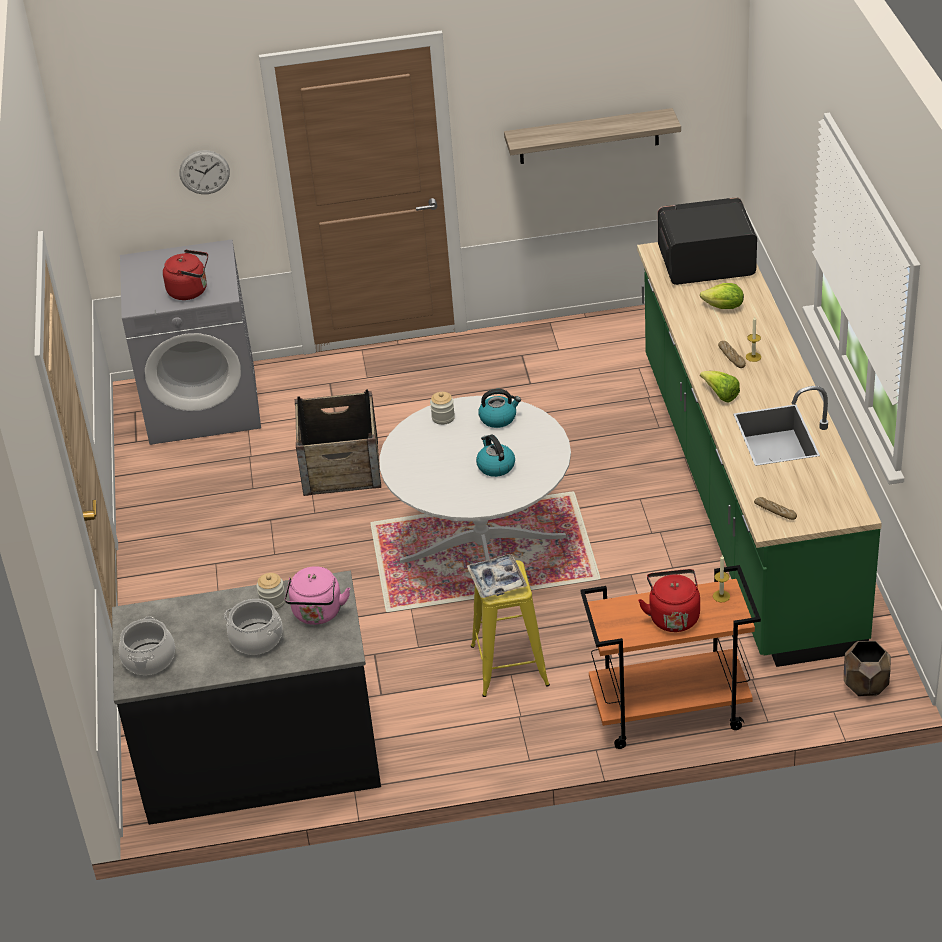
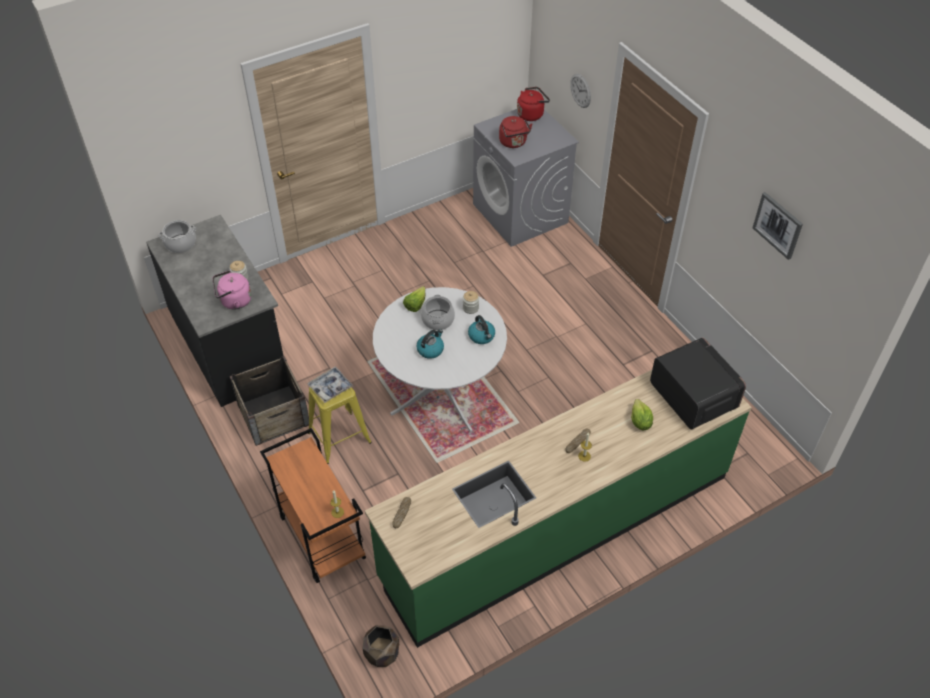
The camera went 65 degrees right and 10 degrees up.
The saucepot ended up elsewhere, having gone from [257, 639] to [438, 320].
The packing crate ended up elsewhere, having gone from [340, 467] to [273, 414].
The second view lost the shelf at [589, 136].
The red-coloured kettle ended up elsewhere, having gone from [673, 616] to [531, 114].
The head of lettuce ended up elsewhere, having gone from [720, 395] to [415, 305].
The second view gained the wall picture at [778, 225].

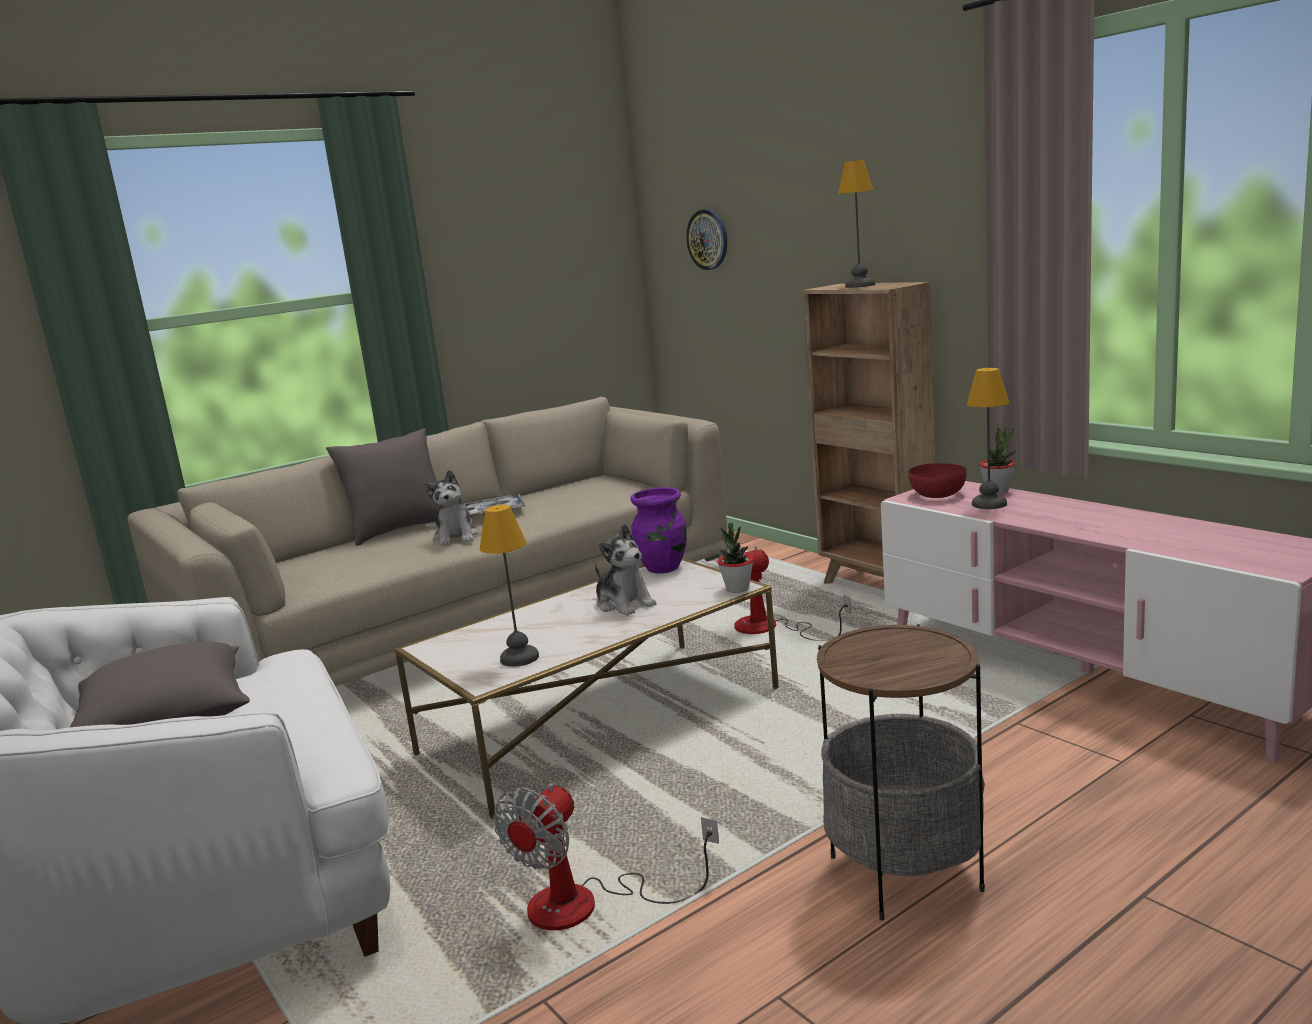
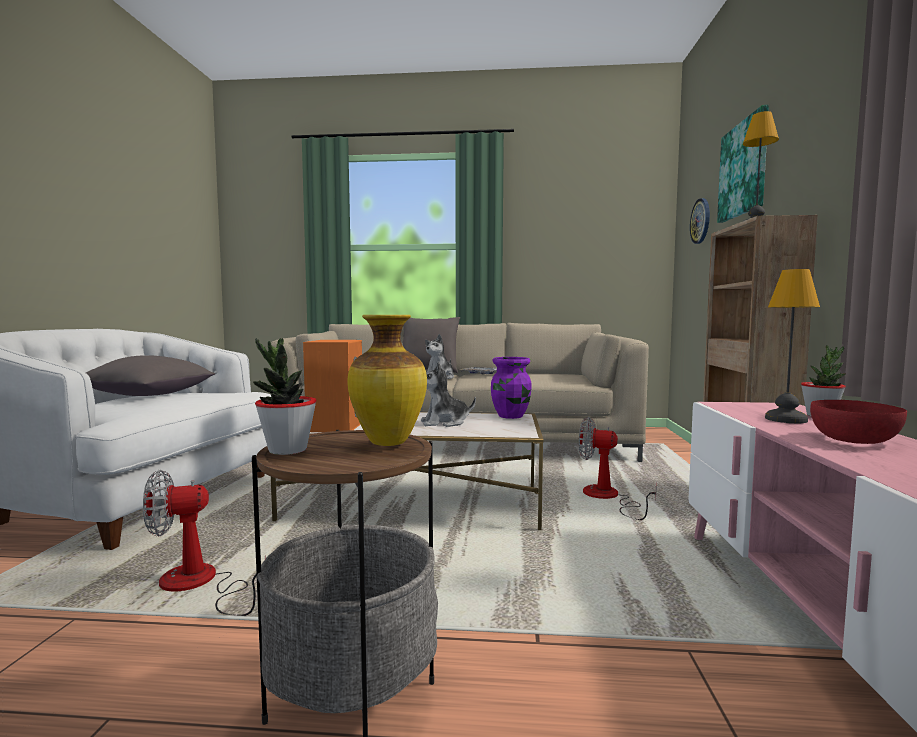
The camera went 40 degrees right and 10 degrees down.
Where the table lamp stood at [518, 658], the orangey loudspeaker came to stand at [334, 426].
The plush toy at [624, 604] ended up facing another way, 75 degrees clockwise from before.
The houseplant ended up elsewhere, having gone from [737, 589] to [287, 450].
The red-coloured serving bowl ended up elsewhere, having gone from [938, 494] to [855, 440].
The second view gained the flower vase at [389, 443].
The second view gained the wall picture at [744, 169].

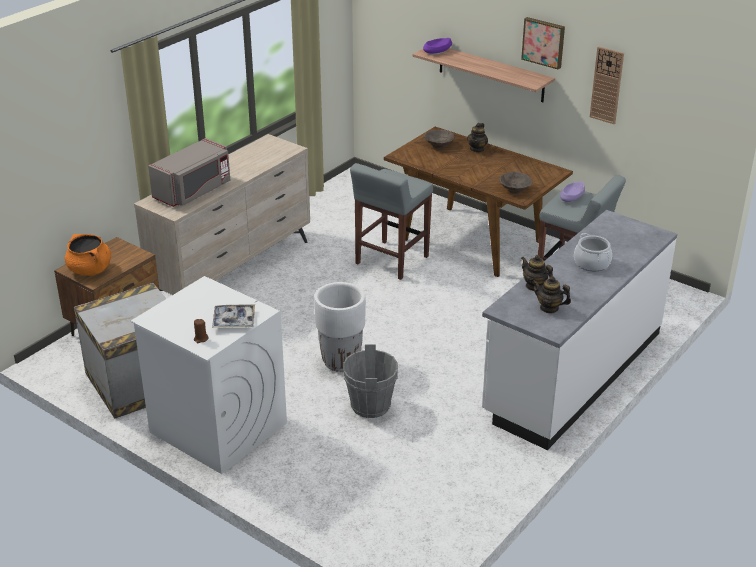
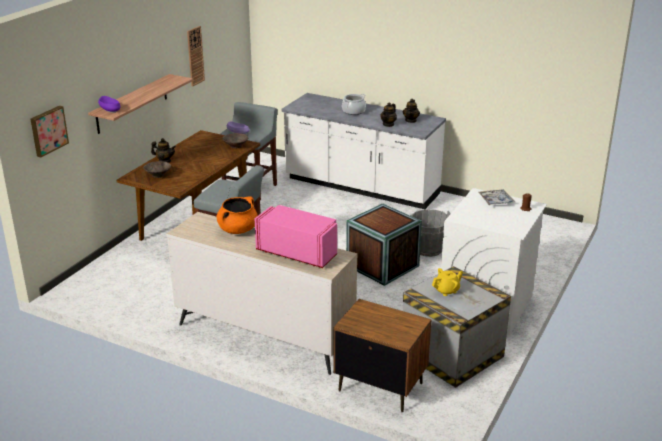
The camera went 100 degrees left and 5 degrees down.
The orangey saucepot ended up elsewhere, having gone from [90, 270] to [238, 229].
What was the grey kitchen microwave at [193, 191] turned into the pink-coloured kitchen microwave at [298, 253].
Where the white plant pot stood at [341, 361], the packing crate came to stand at [382, 266].
The wall picture ended up elsewhere, having gone from [544, 42] to [48, 130].
The second view gained the yellow-coloured pot for tea at [447, 290].

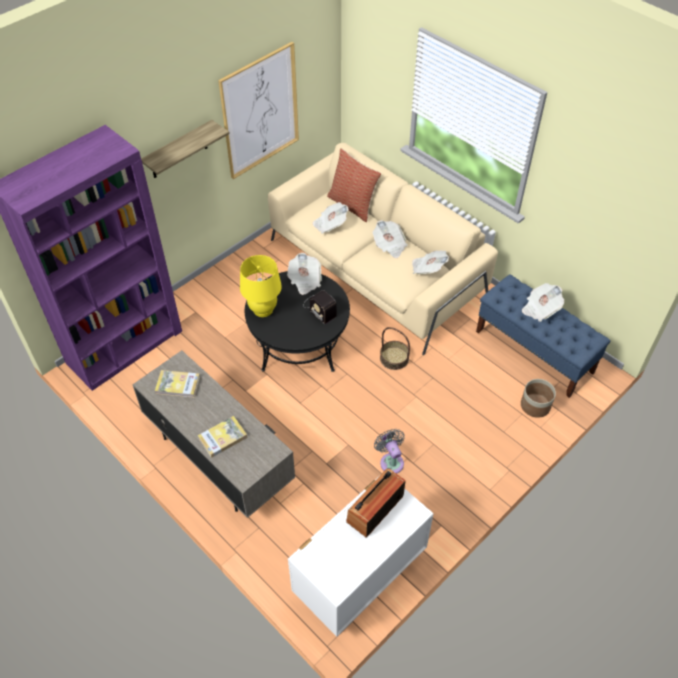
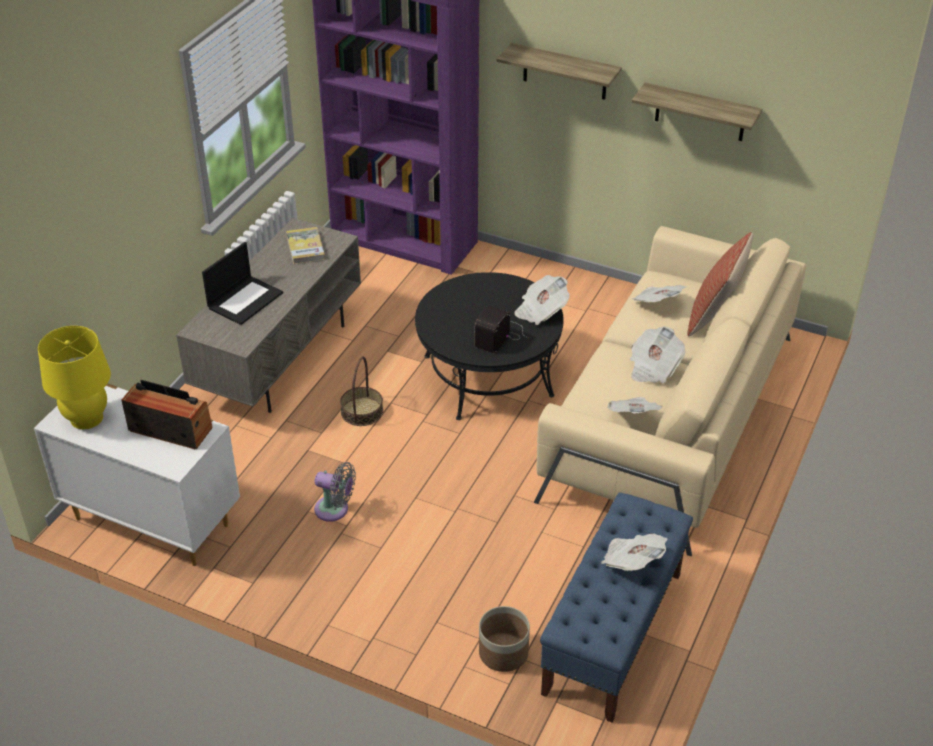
The camera went 70 degrees right and 10 degrees down.
Where the volume stood at [222, 438], the notebook computer came to stand at [245, 300].
Where the wall picture hung at [260, 111], the shelf came to hang at [700, 112].
The yellow-coloured table lamp ended up elsewhere, having gone from [263, 309] to [86, 418].
The grey cooling fan at [390, 461] ended up facing another way, 60 degrees clockwise from before.
The household basket ended up elsewhere, having gone from [394, 358] to [361, 411].

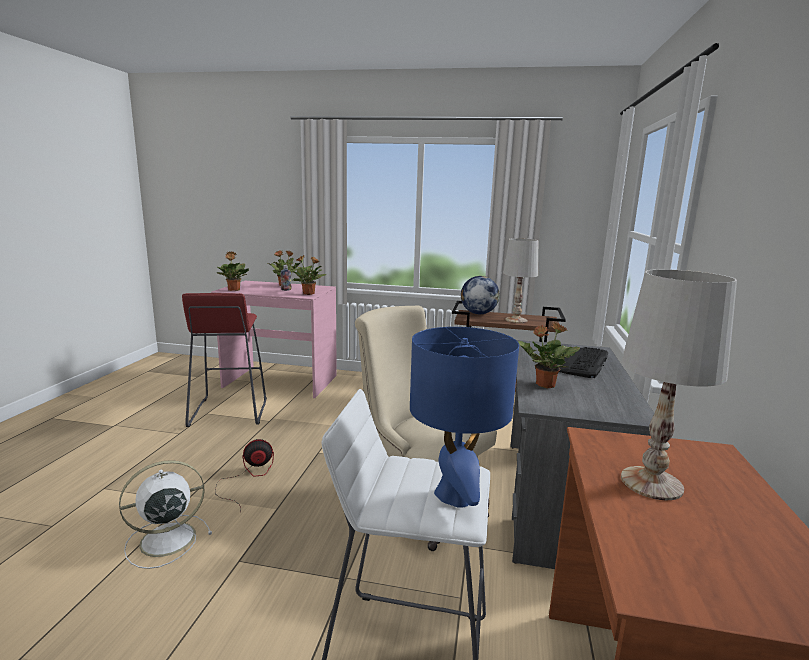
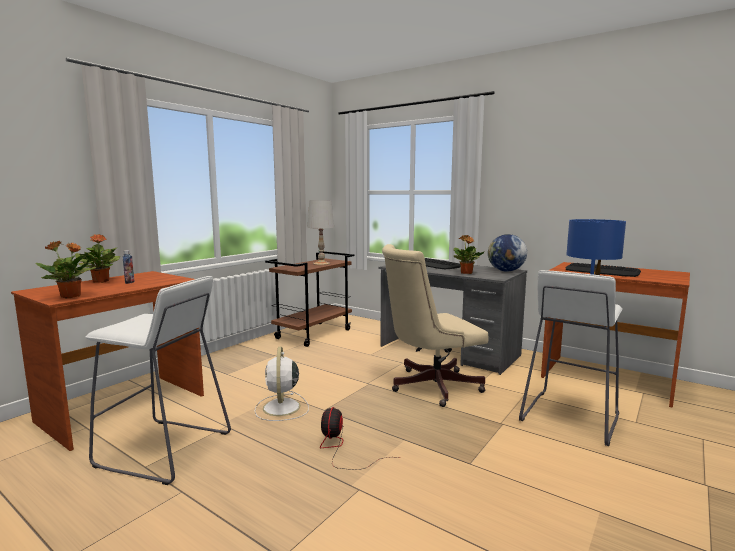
The camera went 65 degrees left and 5 degrees down.
The white cooling fan ended up elsewhere, having gone from [165, 540] to [281, 408].
What was the red-coloured stool at [228, 412] turned into the white stool at [164, 450].
What was the pink-coloured desk at [280, 382] turned into the brownish desk at [124, 409].
The second view lost the houseplant at [309, 294].
The globe ended up elsewhere, having gone from [478, 313] to [505, 271].
Where the white table lamp stood at [652, 483], the keyboard came to stand at [601, 271].

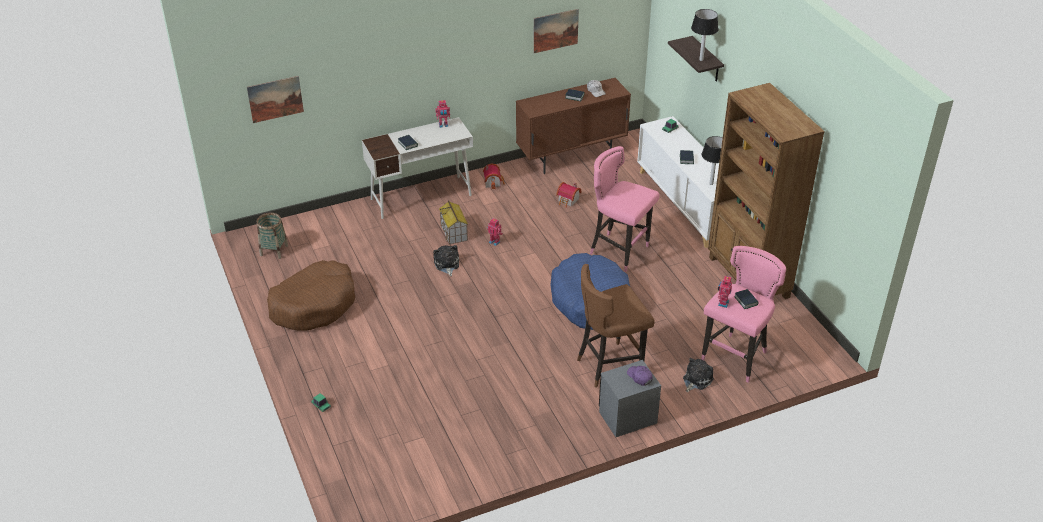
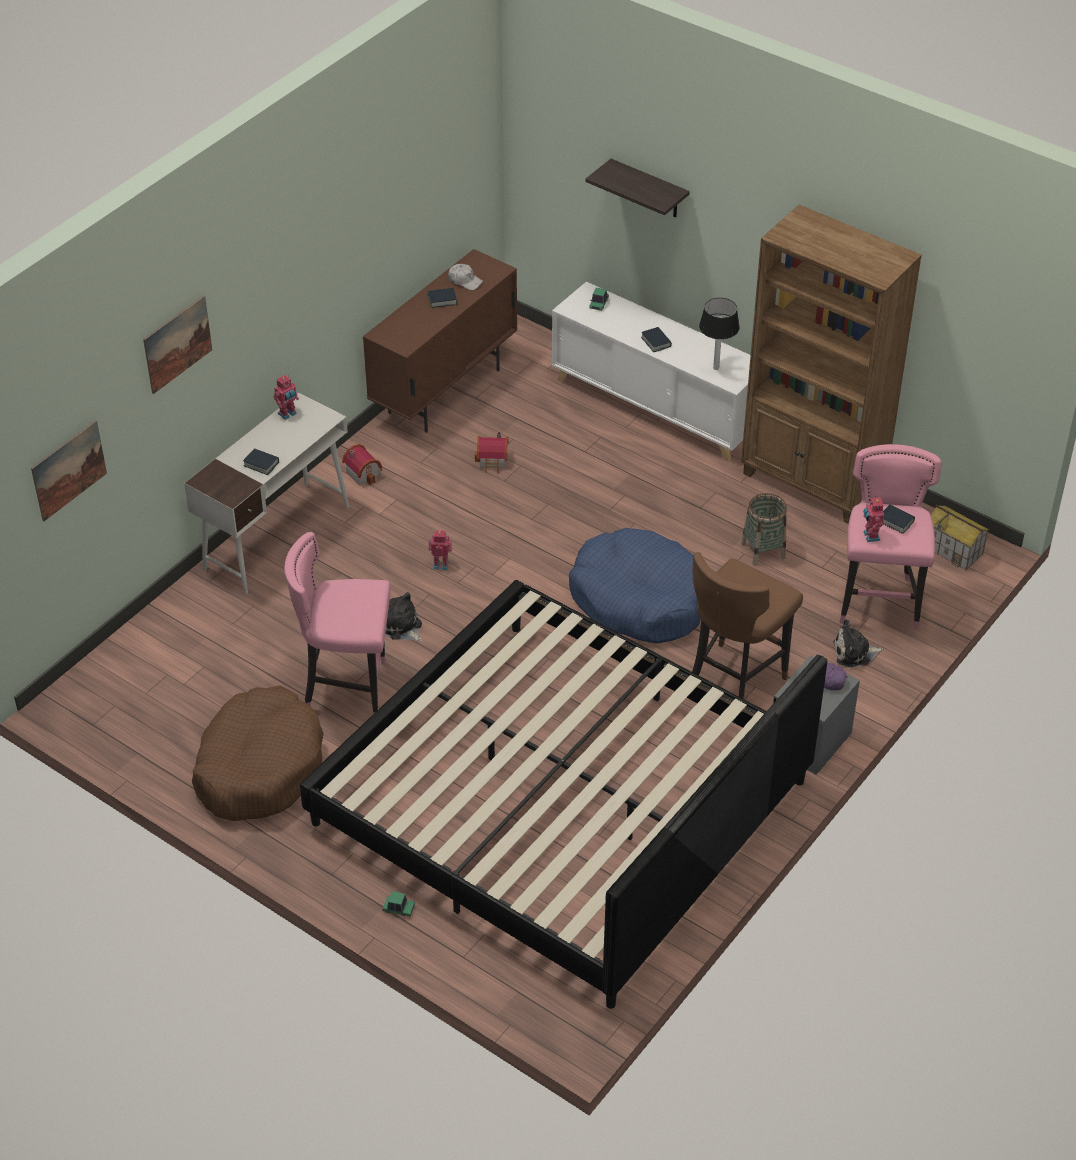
The camera went 30 degrees left and 5 degrees up.
The household basket ended up elsewhere, having gone from [274, 250] to [763, 550].
The toy house ended up elsewhere, having gone from [454, 233] to [953, 550].
The wall picture ended up elsewhere, having gone from [555, 30] to [177, 344].
The pink-coloured stool ended up elsewhere, having gone from [619, 251] to [347, 689].
The plush toy at [696, 380] ended up facing another way, 105 degrees counterclockwise from before.
The second view lost the table lamp at [701, 60].
The second view gained the sleeping bed at [560, 803].

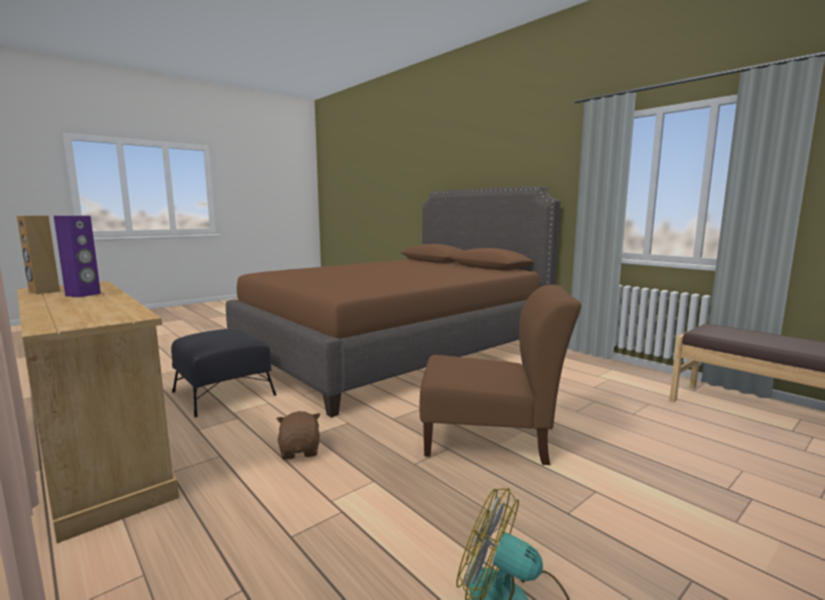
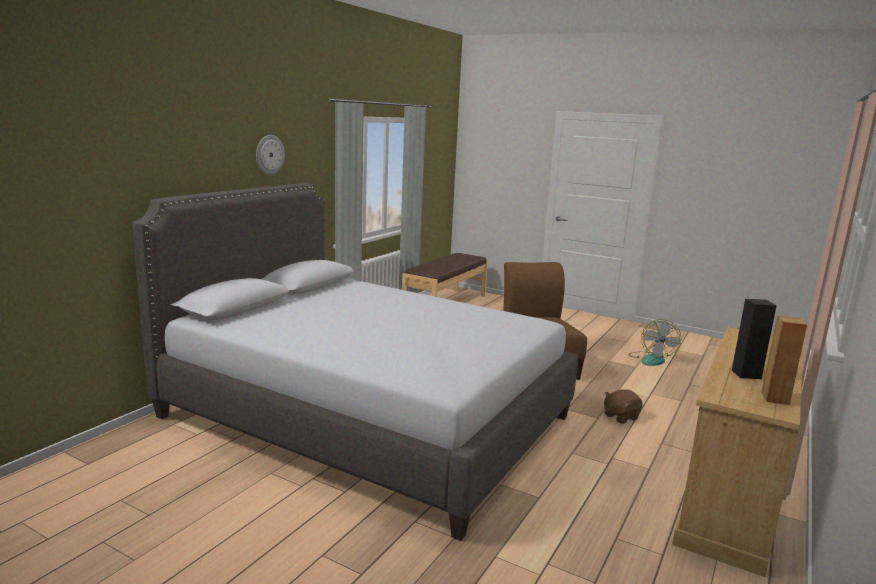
The camera went 110 degrees left and 5 degrees up.
What was the purplish loudspeaker at [83, 294] turned into the blackish loudspeaker at [746, 374].
The second view lost the blackish footrest at [223, 394].
What was the brownish sleeping bed at [395, 350] turned into the grey sleeping bed at [366, 417].
The second view gained the wall clock at [269, 154].

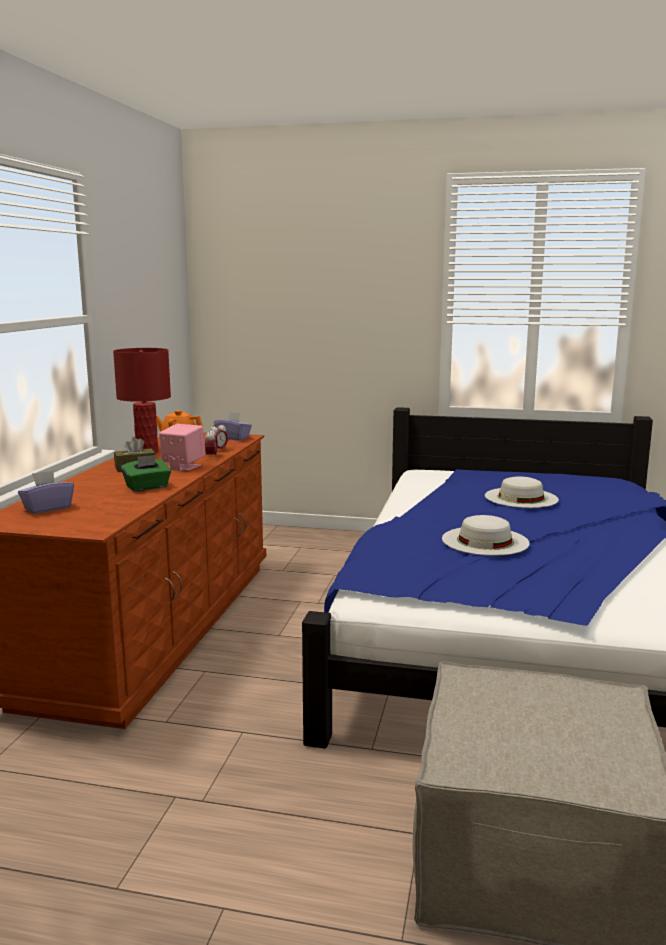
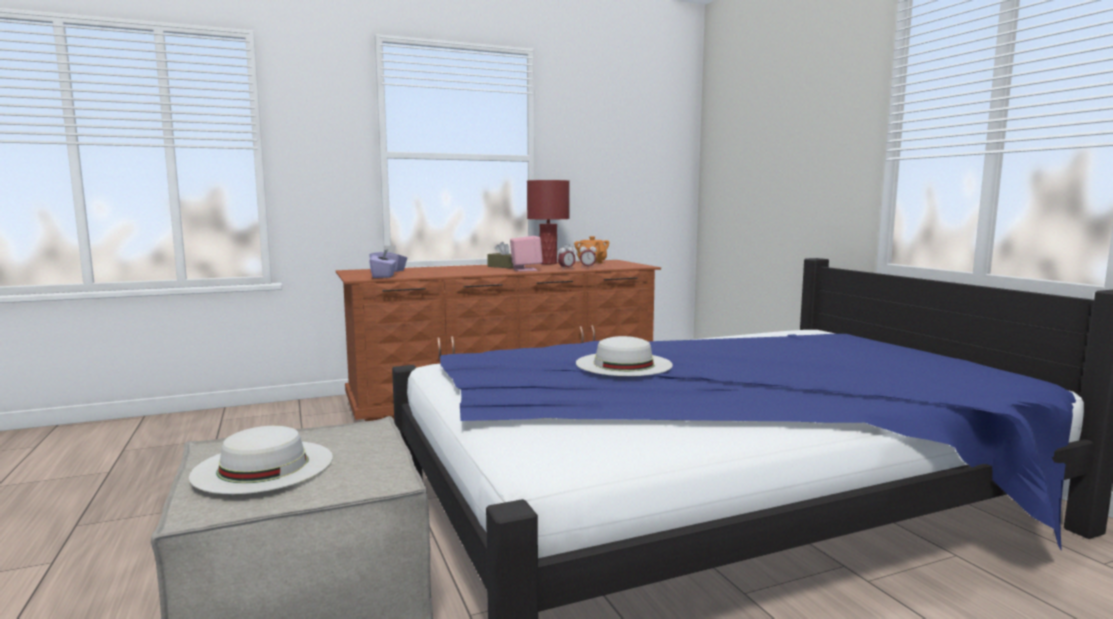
The camera went 55 degrees right and 5 degrees down.
The second view lost the greenish tissue holder at [147, 487].
The purplish tissue holder ended up elsewhere, having gone from [233, 438] to [384, 276].
The white clothing hat ended up elsewhere, having gone from [521, 497] to [263, 466].

